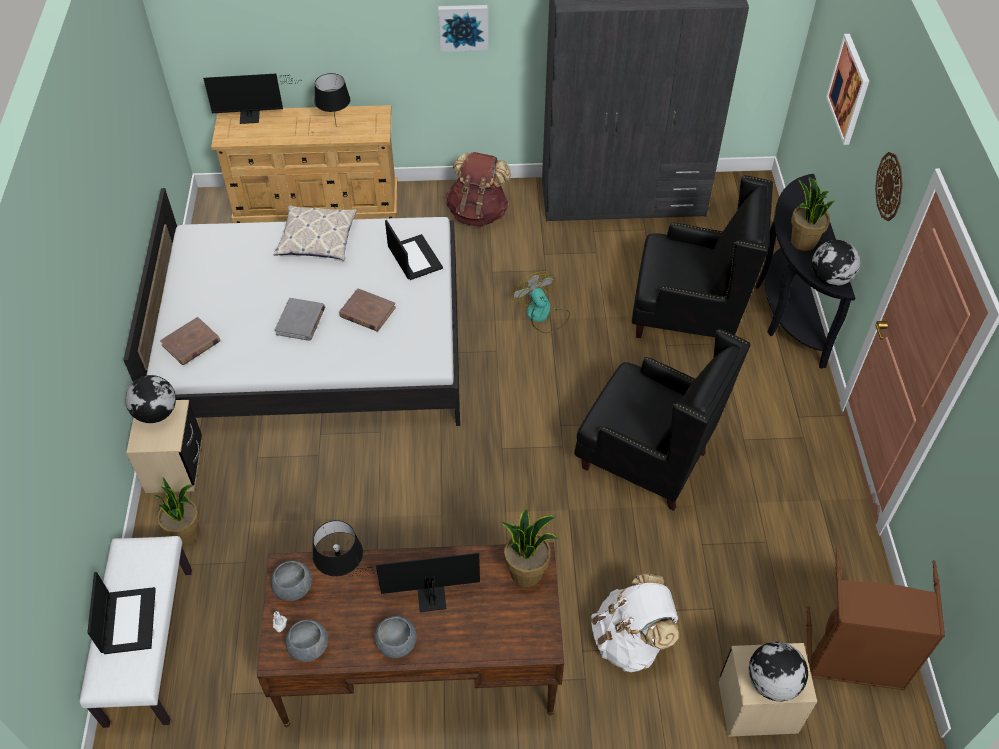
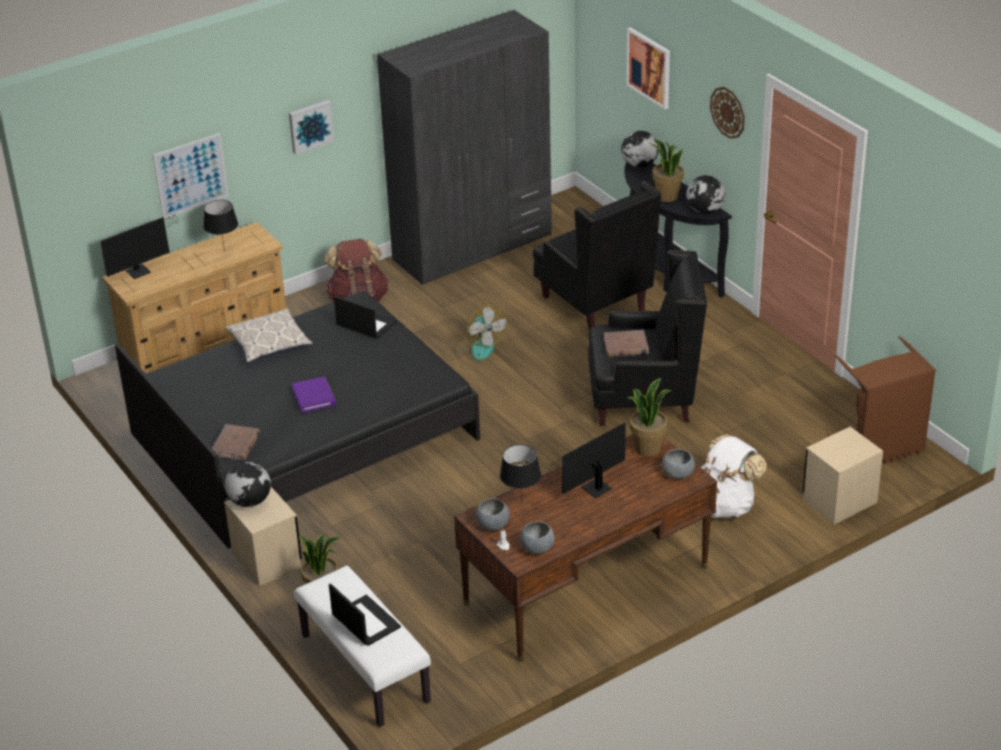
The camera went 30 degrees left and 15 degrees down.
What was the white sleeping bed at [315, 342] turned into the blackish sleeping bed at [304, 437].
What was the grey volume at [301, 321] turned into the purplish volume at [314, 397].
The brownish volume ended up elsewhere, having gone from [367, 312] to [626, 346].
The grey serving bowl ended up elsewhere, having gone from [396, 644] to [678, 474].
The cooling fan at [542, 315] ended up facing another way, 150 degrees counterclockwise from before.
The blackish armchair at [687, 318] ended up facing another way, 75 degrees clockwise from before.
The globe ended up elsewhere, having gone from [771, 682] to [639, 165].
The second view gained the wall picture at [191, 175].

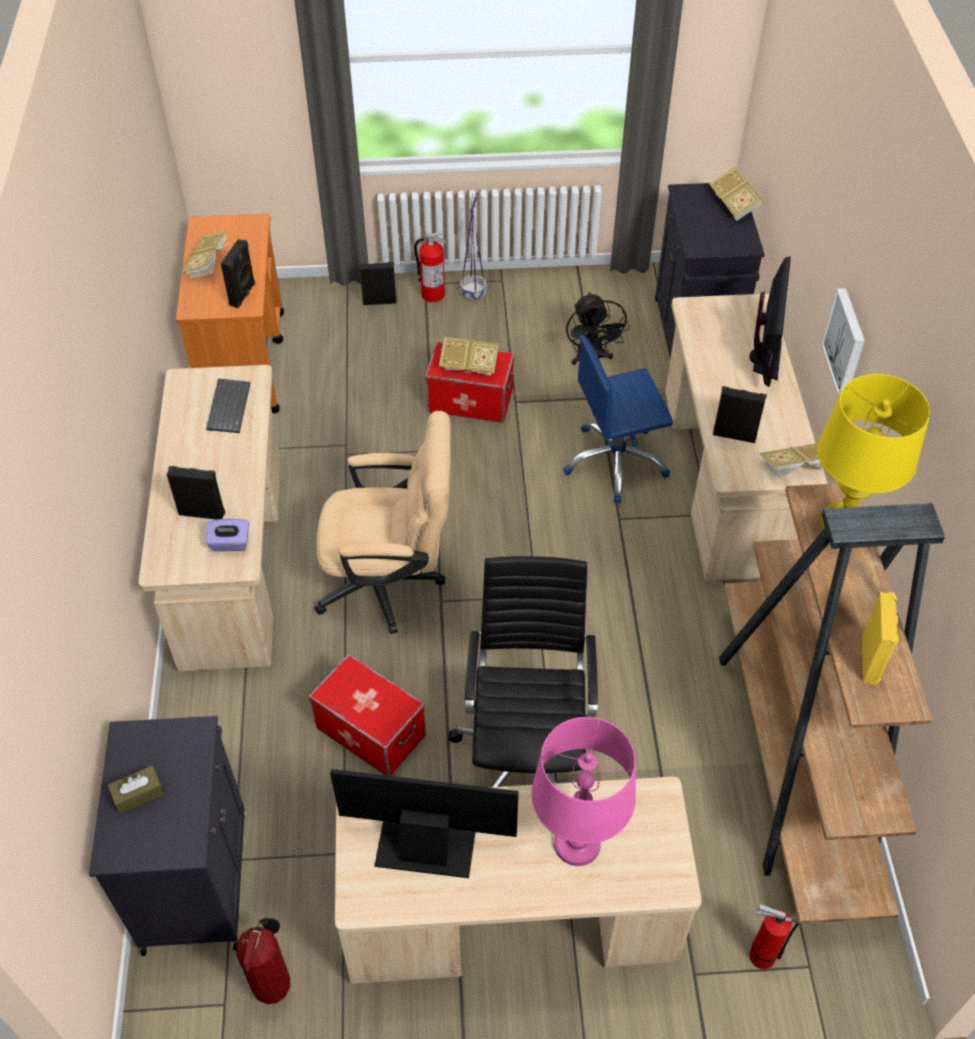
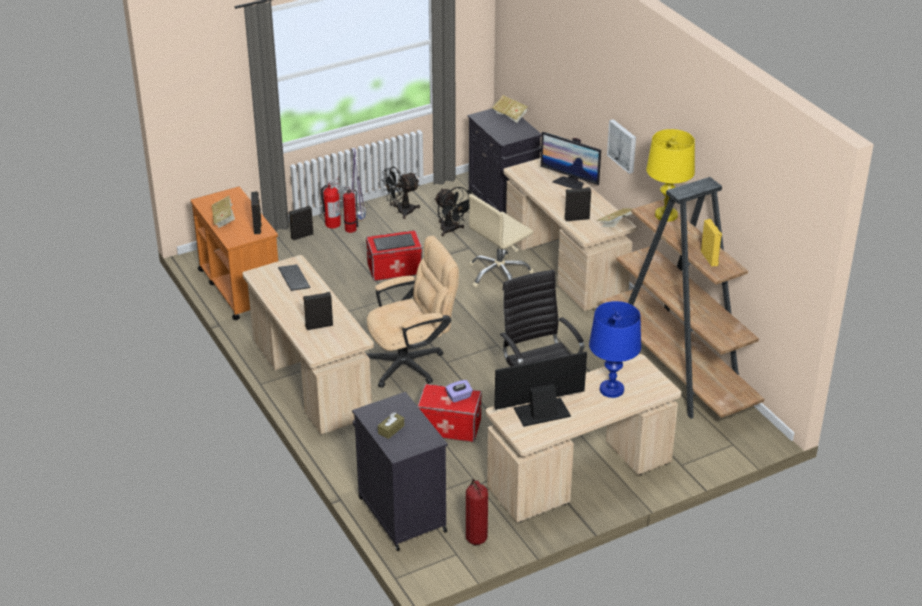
The camera went 25 degrees left and 15 degrees down.
The purplish tissue holder ended up elsewhere, having gone from [230, 544] to [459, 397].
Where the volume stood at [469, 366], the keyboard came to stand at [394, 242].
What was the pink-coloured table lamp at [577, 843] turned into the blue-coloured table lamp at [611, 389].
What was the blue-coloured desk chair at [615, 462] turned into the sand-coloured desk chair at [499, 274].
The monitor at [765, 359] ended up facing another way, 135 degrees clockwise from before.
The fire-fighting cylinder ended up elsewhere, having gone from [758, 955] to [349, 229].
The second view gained the blackish cooling fan at [401, 212].

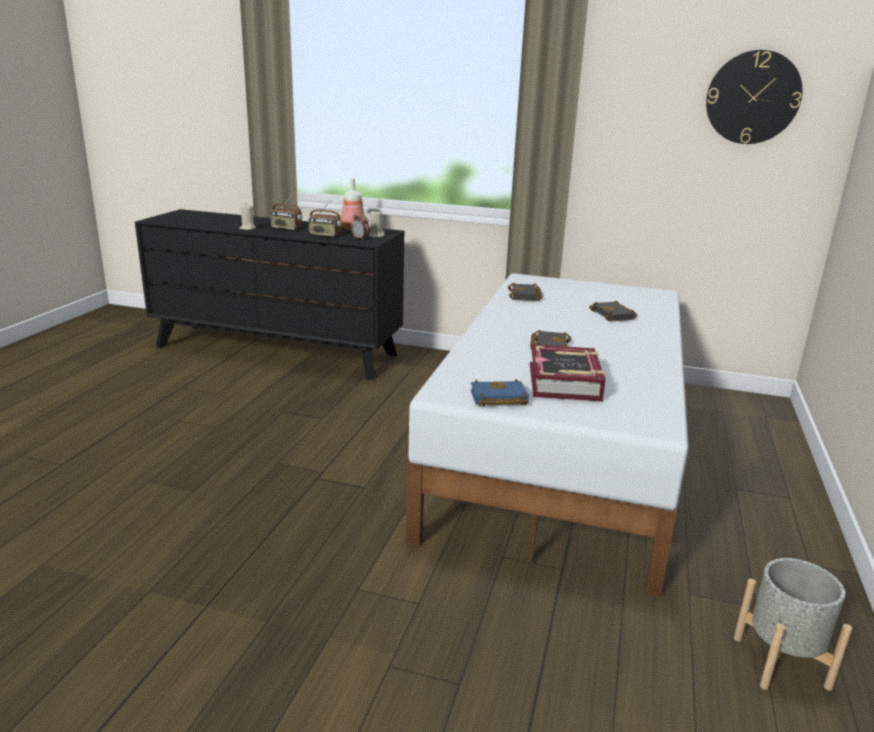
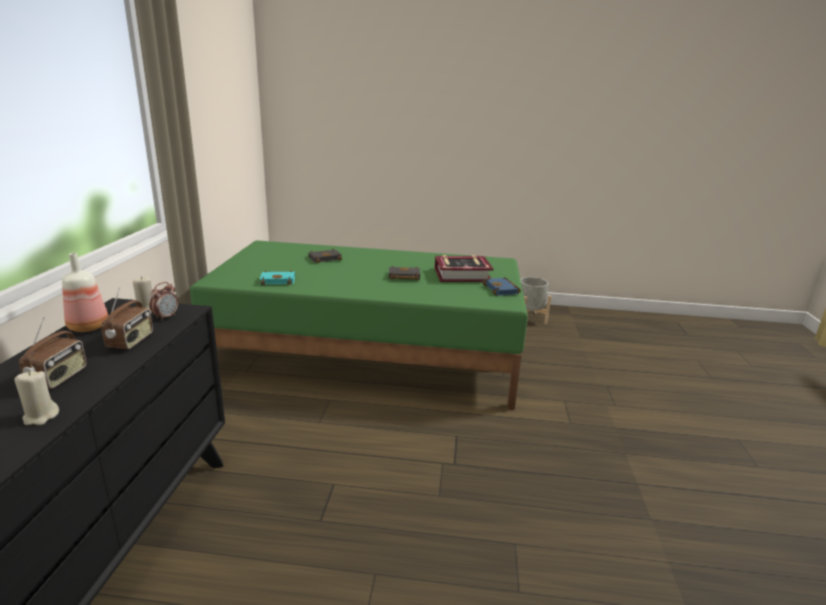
The camera went 100 degrees left and 0 degrees up.
What was the white sleeping bed at [562, 450] turned into the greenish sleeping bed at [368, 355].
What was the blackish volume at [526, 296] turned into the blue-green volume at [279, 280].
The second view lost the wall clock at [753, 97].

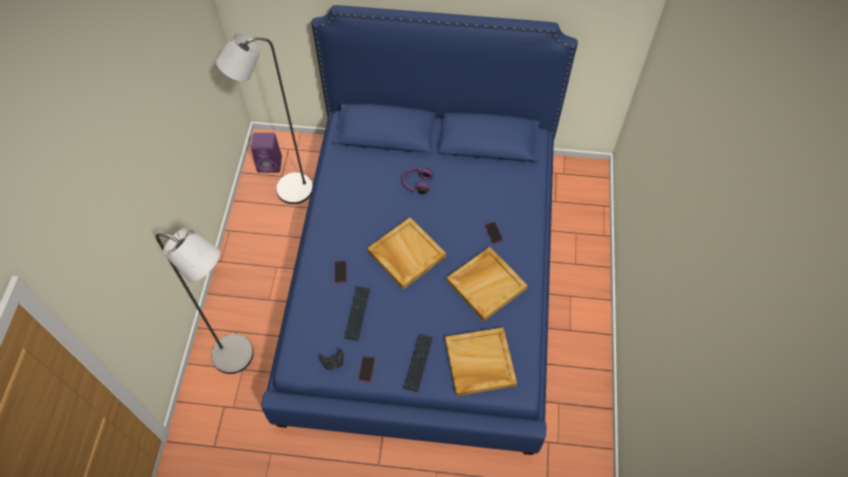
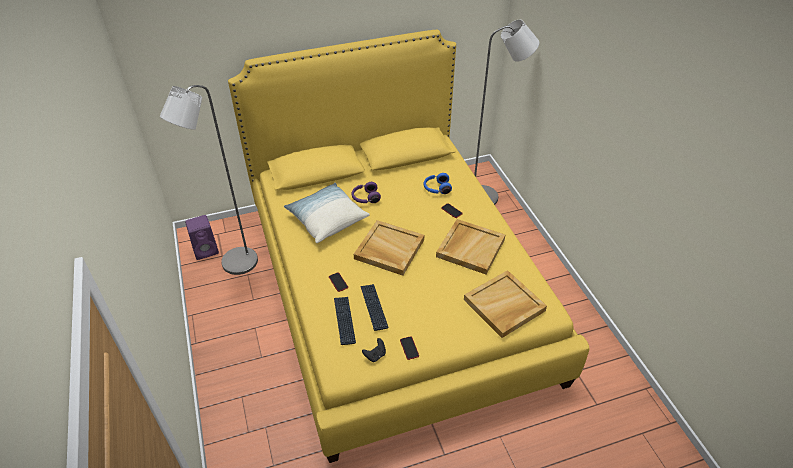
The camera went 25 degrees left and 15 degrees down.
The grey floor lamp ended up elsewhere, having gone from [240, 357] to [488, 197].
What was the blue-coloured sleeping bed at [423, 280] turned into the yellow-coloured sleeping bed at [395, 290].
The keyboard ended up elsewhere, having gone from [418, 362] to [344, 320].
The second view gained the cushion at [327, 220].
The second view gained the blue-coloured pair of headphones at [436, 188].

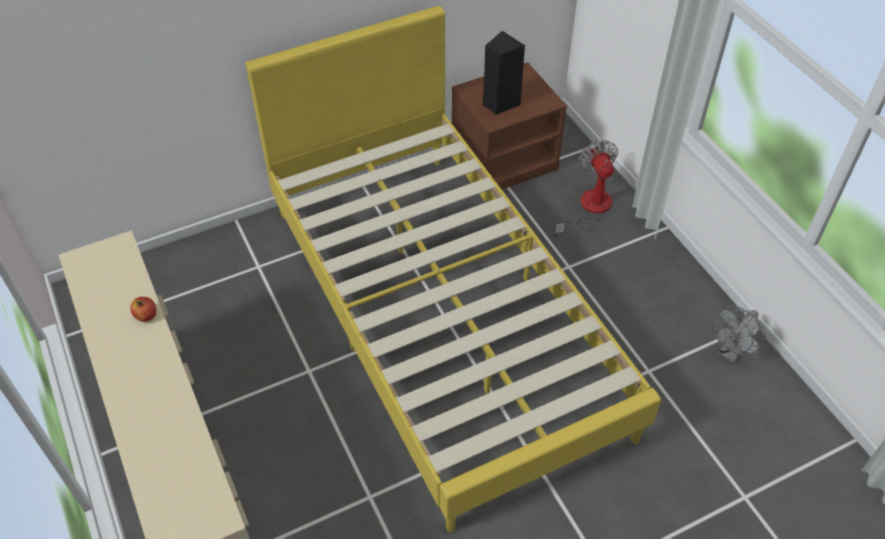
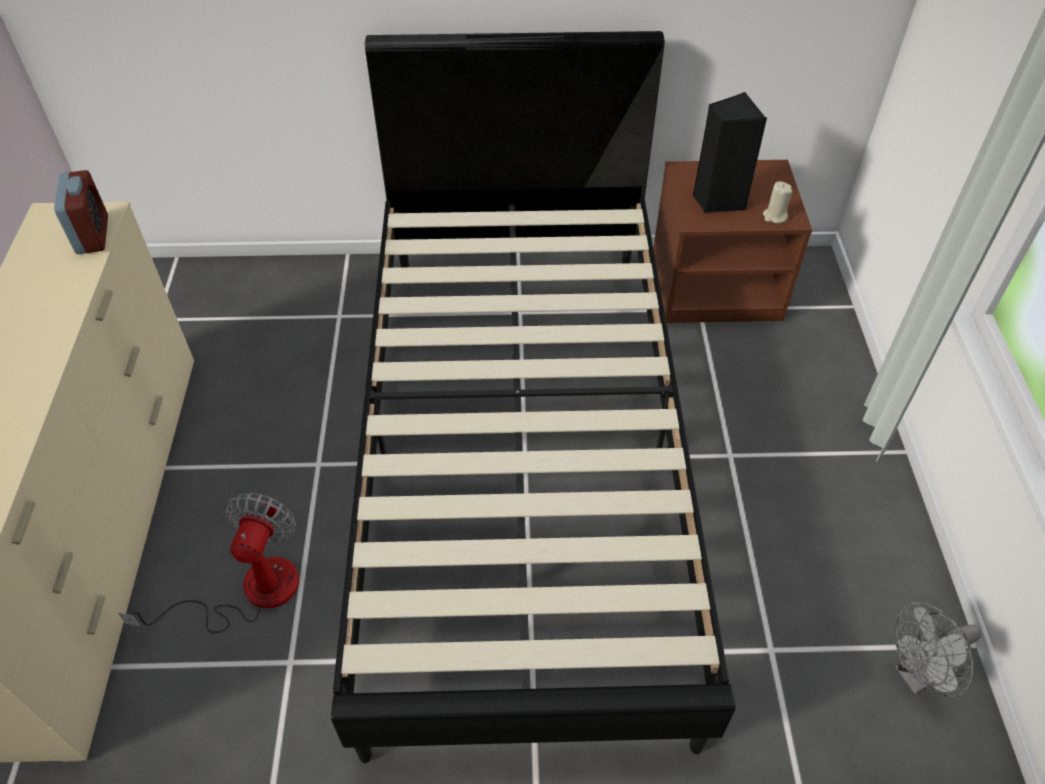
The camera went 25 degrees right and 0 degrees up.
The second view lost the apple fruit at [146, 315].
What was the yellow-coloured sleeping bed at [442, 315] turned into the blackish sleeping bed at [522, 457].
The cooling fan ended up elsewhere, having gone from [589, 209] to [250, 592].
The second view gained the table clock at [92, 235].
The second view gained the sand-coloured wax candle at [774, 216].

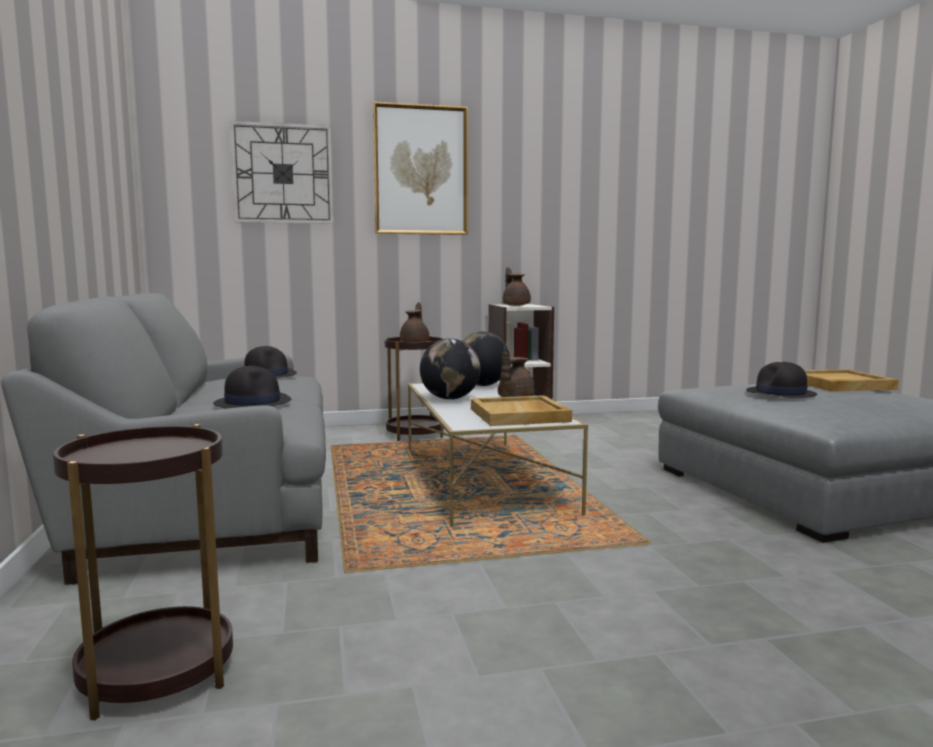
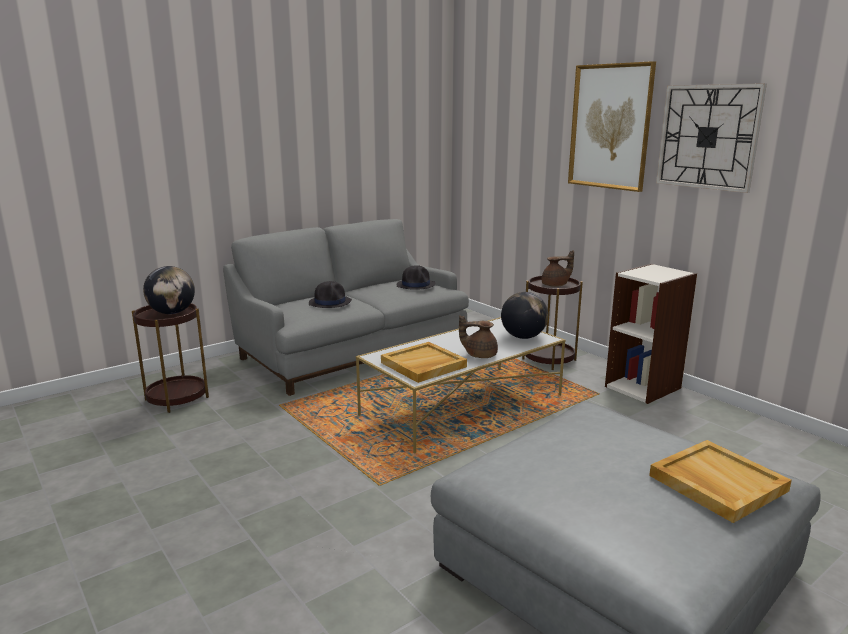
The camera went 65 degrees right and 10 degrees up.
The wall clock ended up elsewhere, having gone from [283, 174] to [708, 137].
The globe ended up elsewhere, having gone from [450, 399] to [172, 313].
The second view lost the brownish pot for tea at [516, 305].
The second view lost the blackish clothing hat at [780, 394].

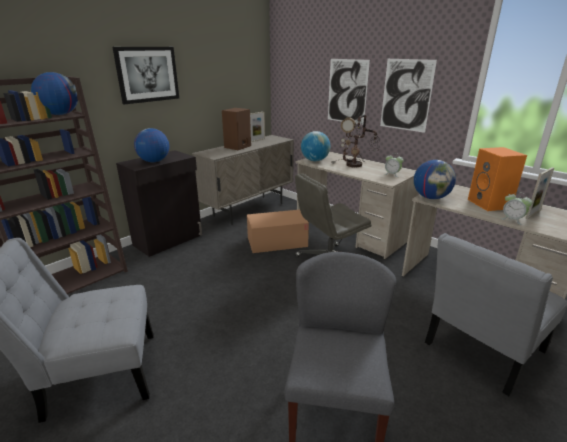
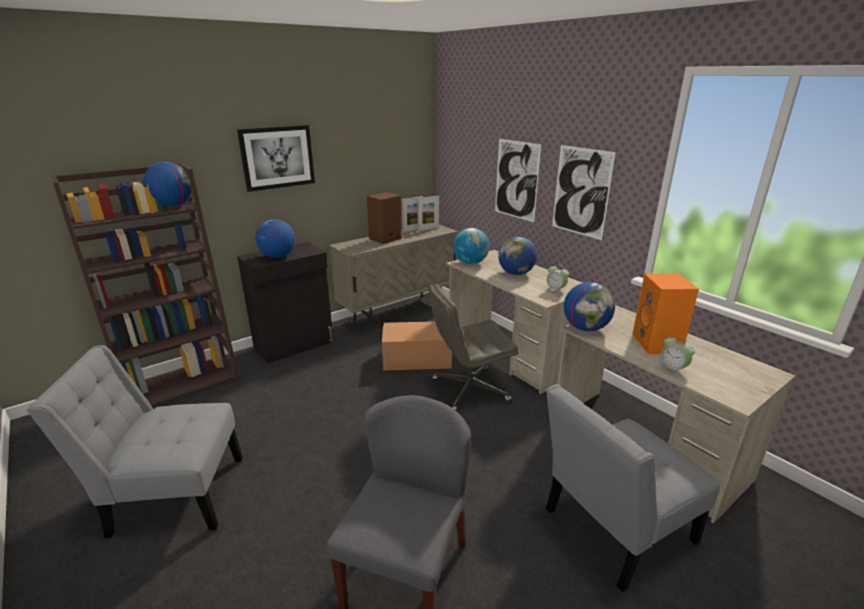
The camera went 10 degrees right and 0 degrees up.
Where the table lamp stood at [354, 165], the globe came to stand at [516, 273].
The picture frame ended up elsewhere, having gone from [533, 214] to [428, 229].

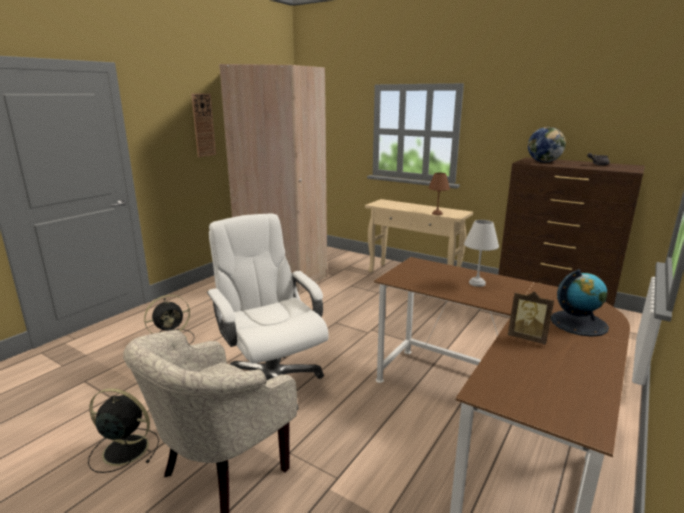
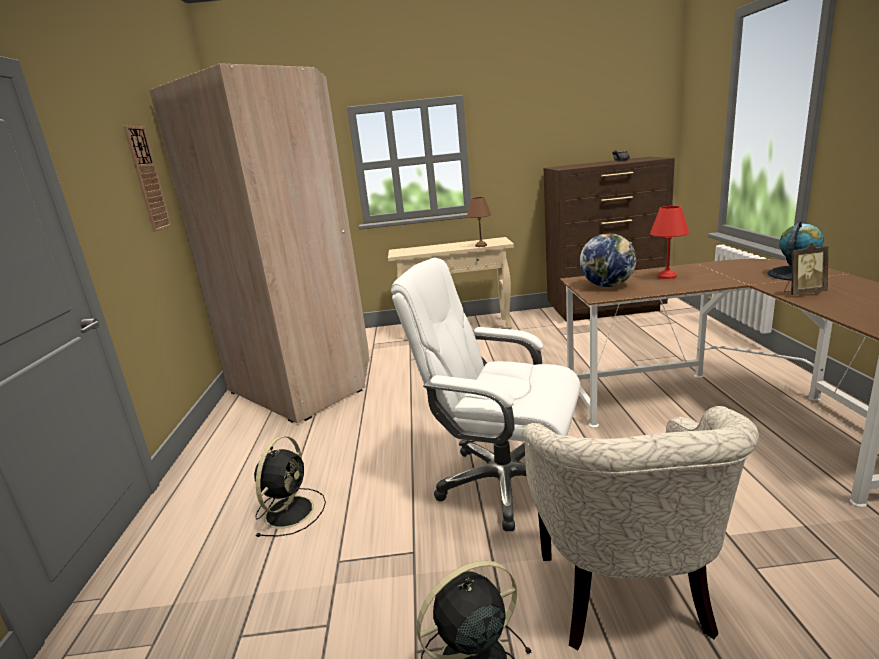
The camera went 35 degrees left and 0 degrees up.
What was the white table lamp at [476, 283] turned into the red-coloured table lamp at [667, 277].
The globe ended up elsewhere, having gone from [544, 162] to [607, 285].

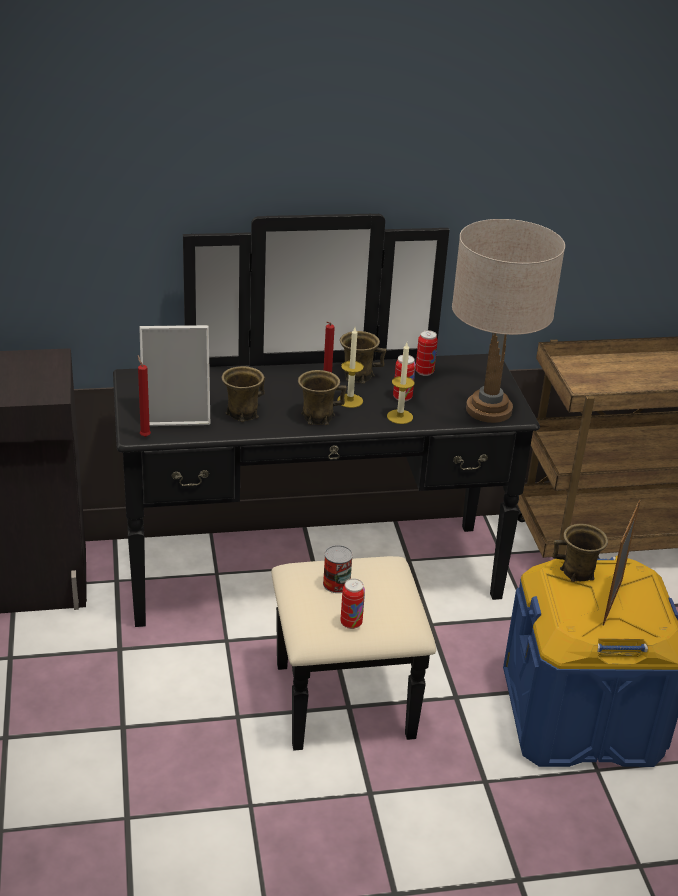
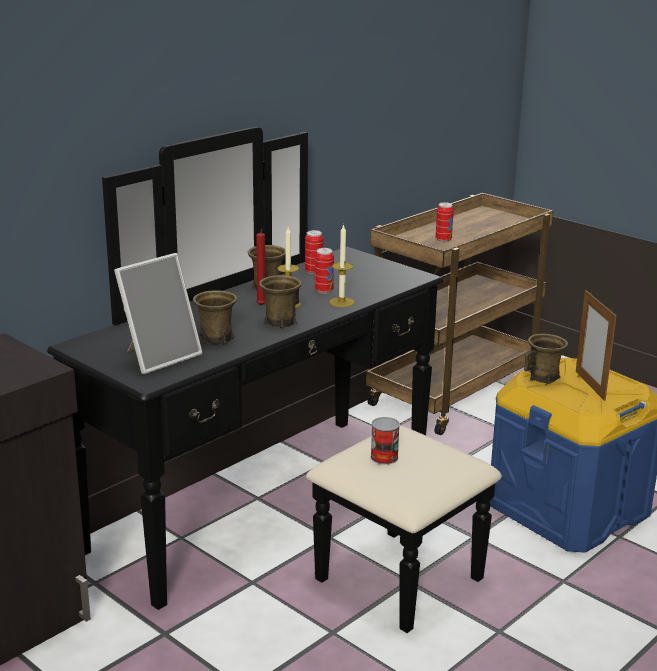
The camera went 35 degrees left and 10 degrees down.
The second view lost the red-coloured wax candle at [144, 436].
The sealed can ended up elsewhere, having gone from [351, 623] to [443, 240].
The second view lost the sand-coloured table lamp at [489, 410].

